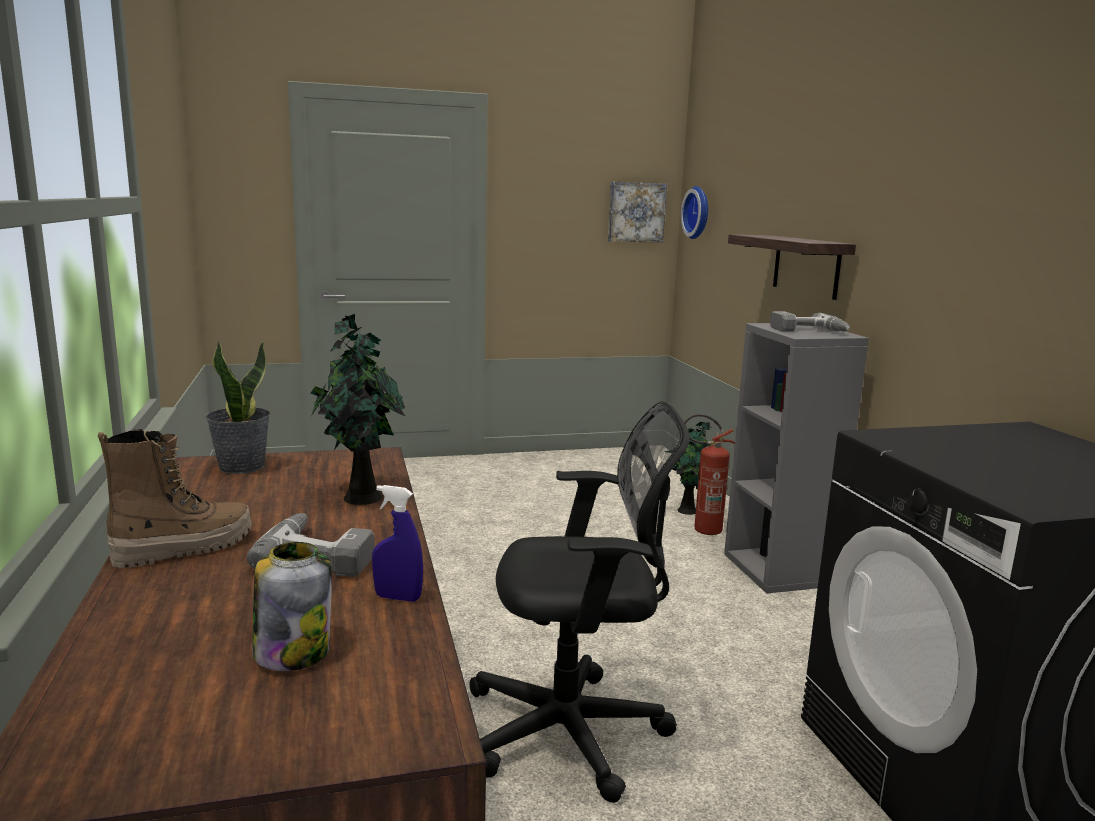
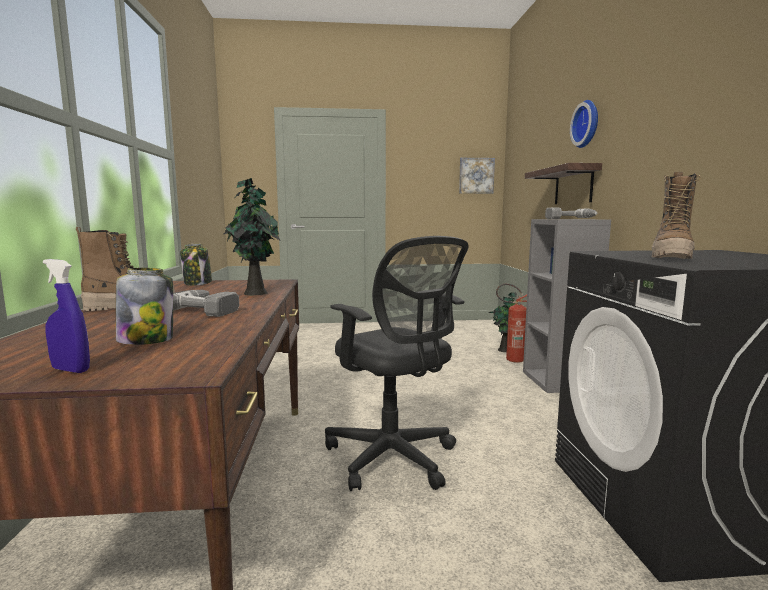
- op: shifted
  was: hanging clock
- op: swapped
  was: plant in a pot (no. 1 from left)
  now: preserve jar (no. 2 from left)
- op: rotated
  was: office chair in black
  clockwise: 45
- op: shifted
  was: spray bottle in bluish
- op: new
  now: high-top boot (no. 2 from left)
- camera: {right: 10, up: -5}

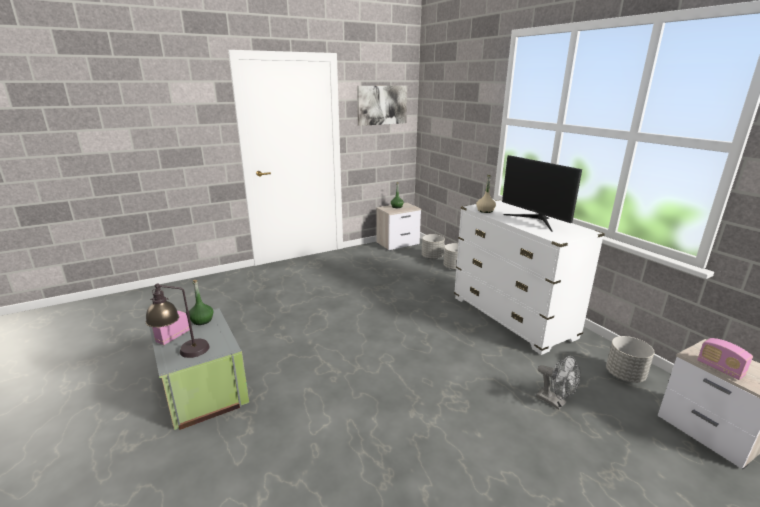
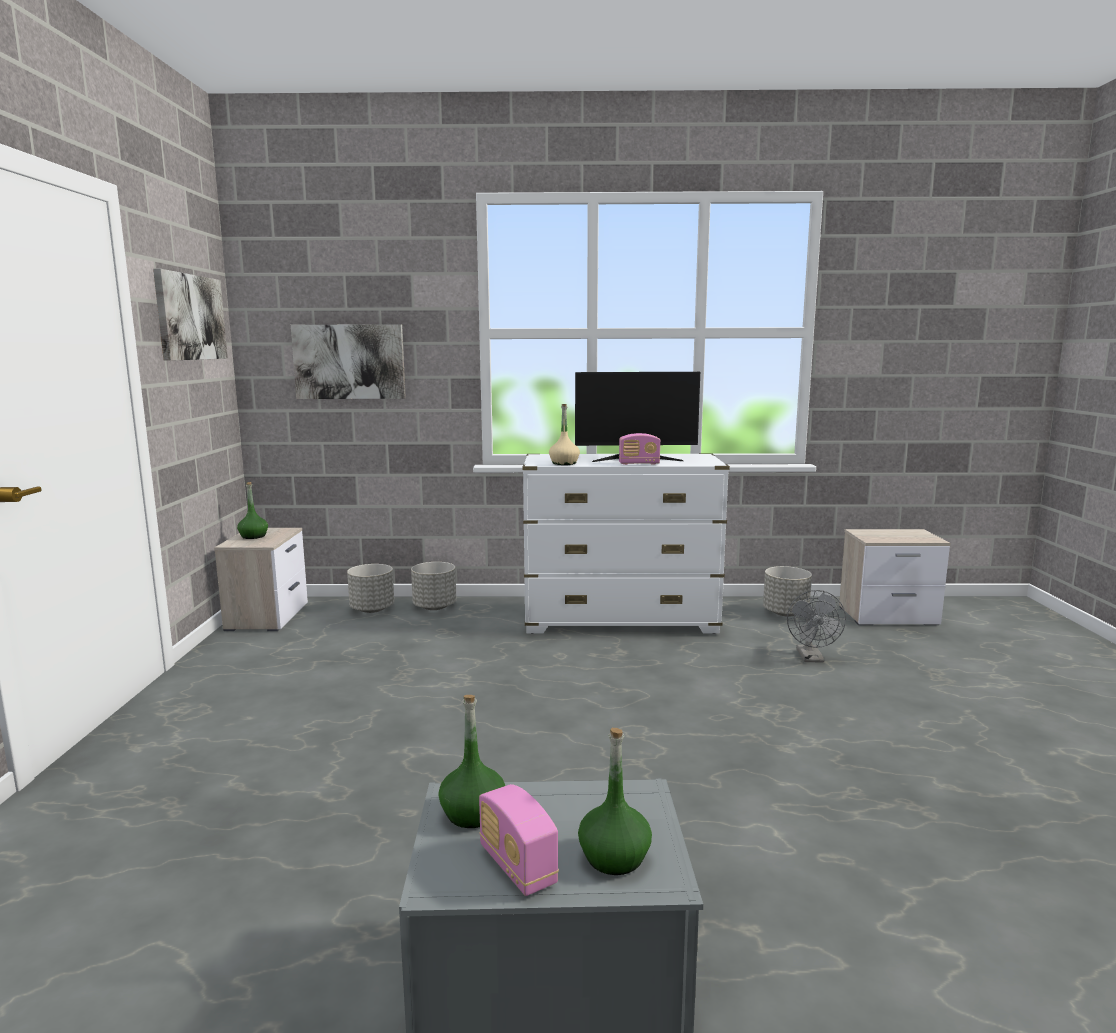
- op: swapped
  was: table lamp
  now: bottle in green (no. 3 from left)
- op: shifted
  was: radio receiver (no. 2 from left)
- op: rotated
  was: cooling fan in grey
  clockwise: 105
- op: new
  now: wall art (no. 2 from left)
- camera: {right: -60, up: -10}

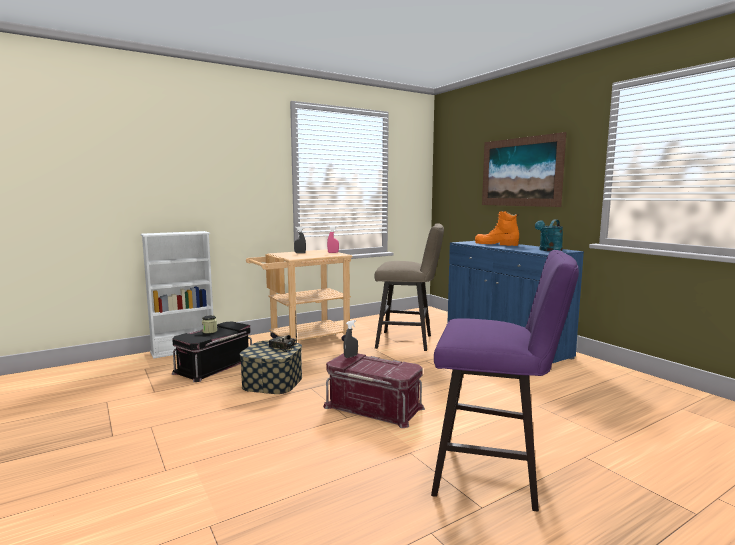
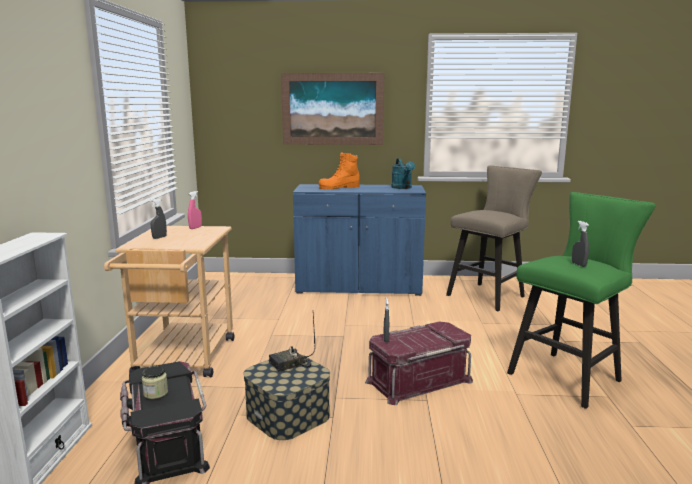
- op: shifted
  was: sitting stool in beige-coloured
- op: repainted
  was: sitting stool in purple-coloured
  now: sitting stool in green
- op: new
  now: spray bottle in grey (no. 3 from left)
- camera: {right: -55, up: 5}

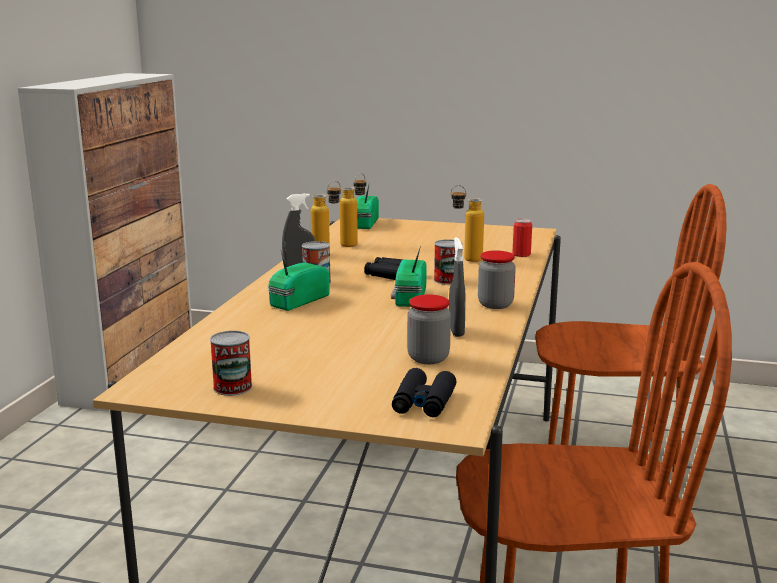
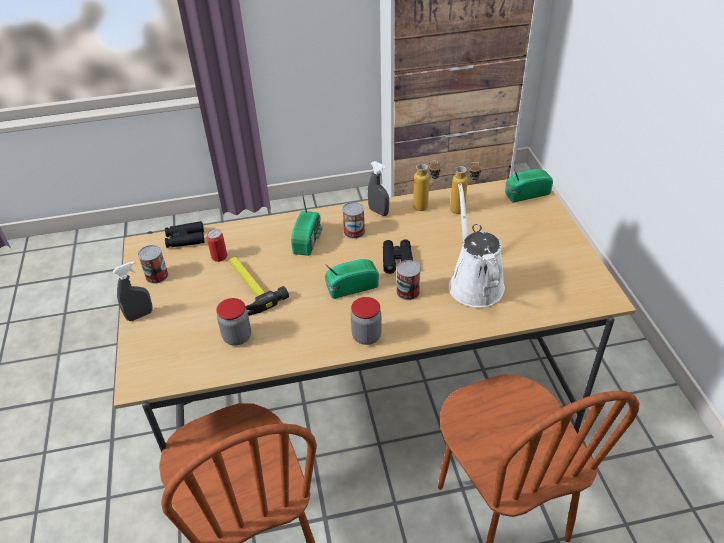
- op: swapped
  was: bottle (no. 3 from left)
  now: watering pot in whitish
- op: shifted
  was: metal can (no. 4 from left in the first image)
  now: metal can (no. 2 from left)
- op: shifted
  was: spray bottle in grey (no. 2 from left in the first image)
  now: spray bottle in grey (no. 1 from left)
- op: rotated
  was: radio receiver (no. 1 from left)
  clockwise: 90
- op: shifted
  was: pair of binoculars in black (no. 2 from left in the first image)
  now: pair of binoculars in black (no. 1 from left)
- op: new
  now: hand hammer
- camera: {right: 65, up: 25}

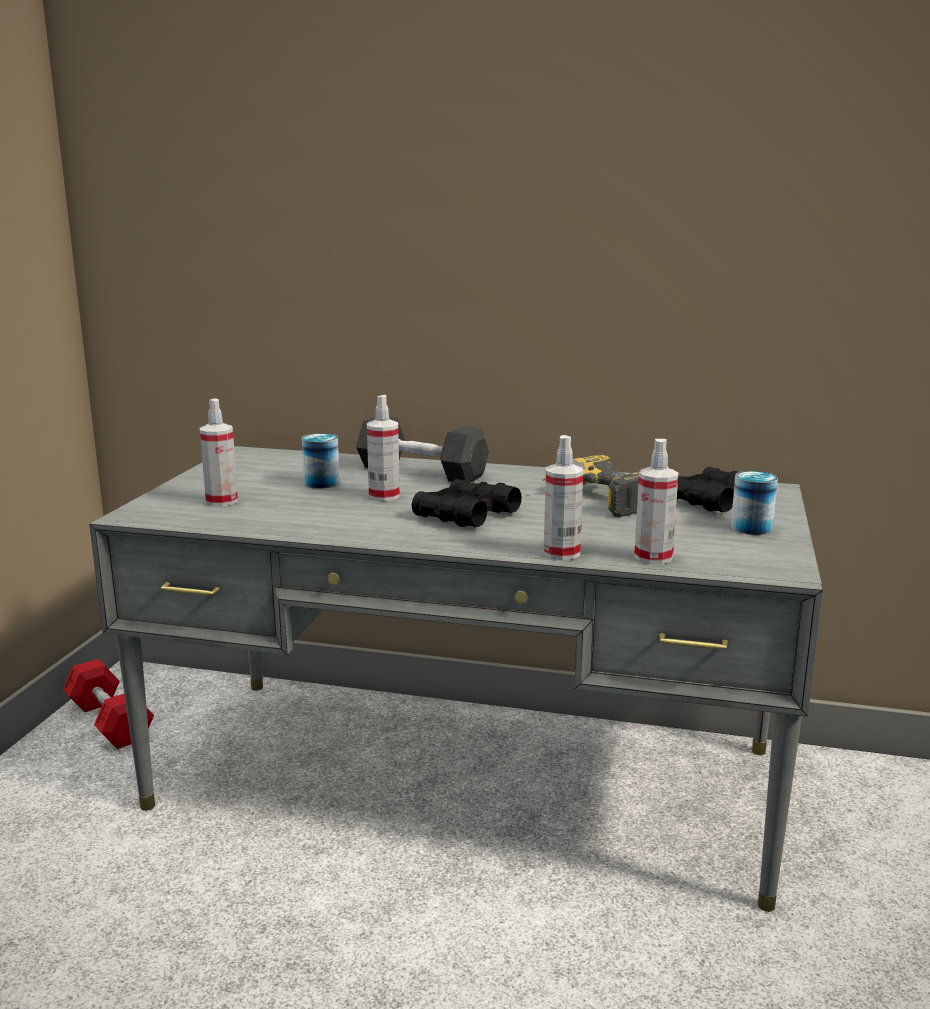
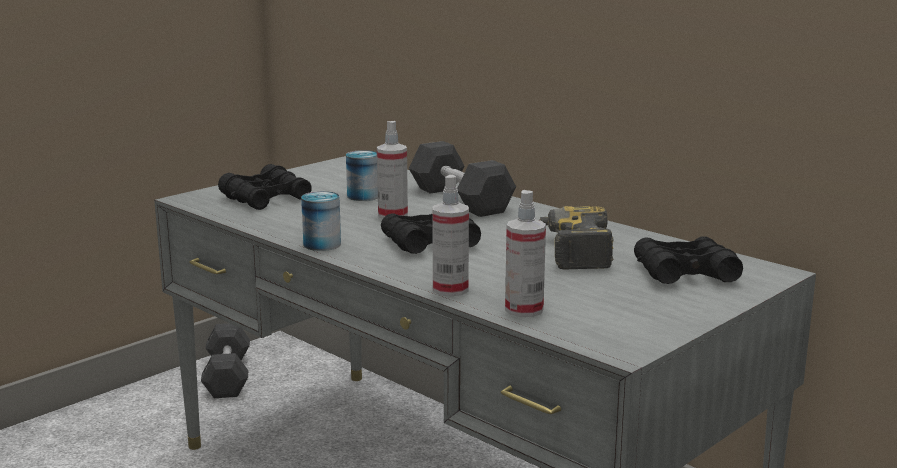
- op: swapped
  was: spray bottle (no. 1 from left)
  now: pair of binoculars in black (no. 1 from left)
- op: shifted
  was: metal can (no. 2 from left in the first image)
  now: metal can (no. 1 from left)
- op: repainted
  was: dumbbell in reddish
  now: dumbbell in grey (no. 1 from left)
- camera: {right: 30, up: 0}

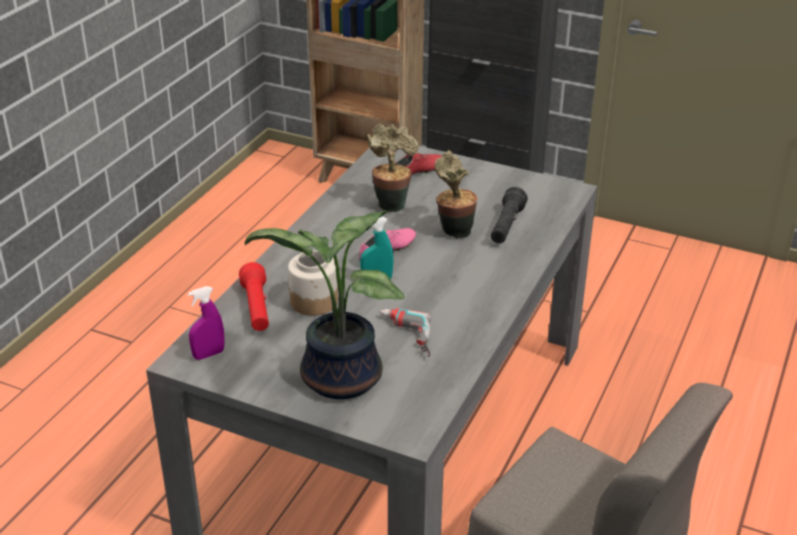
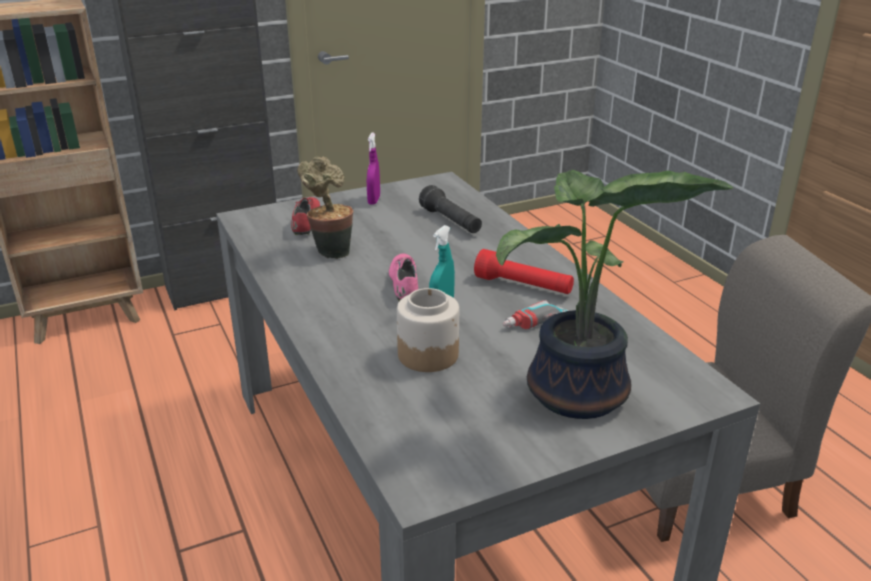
- op: gone
  was: plant in a pot (no. 3 from left)
- op: shifted
  was: hand torch in reddish
- op: shifted
  was: spray bottle in purple-coloured
- camera: {right: -50, up: -5}

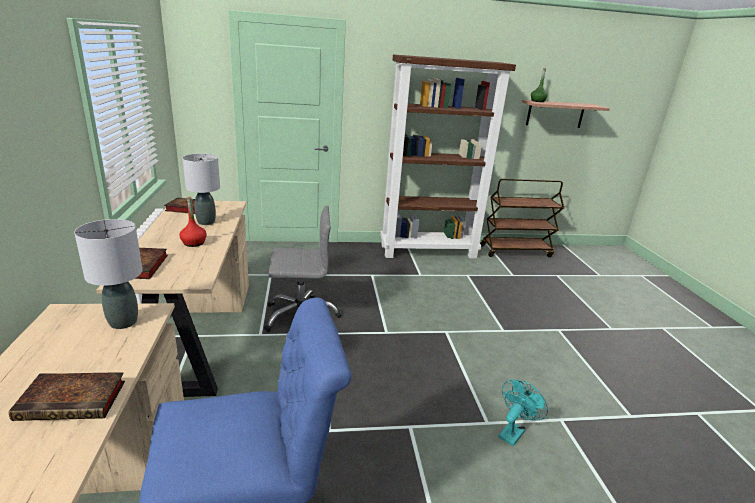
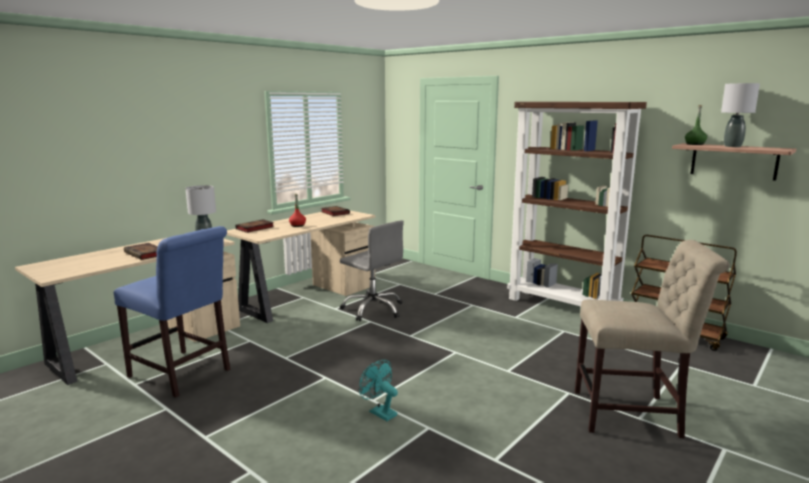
- op: shifted
  was: table lamp in grey (no. 2 from left)
- op: rotated
  was: cooling fan in turquoise-coloured
  clockwise: -135
- op: new
  now: upright chair in beige-coloured
- camera: {right: 50, up: -10}

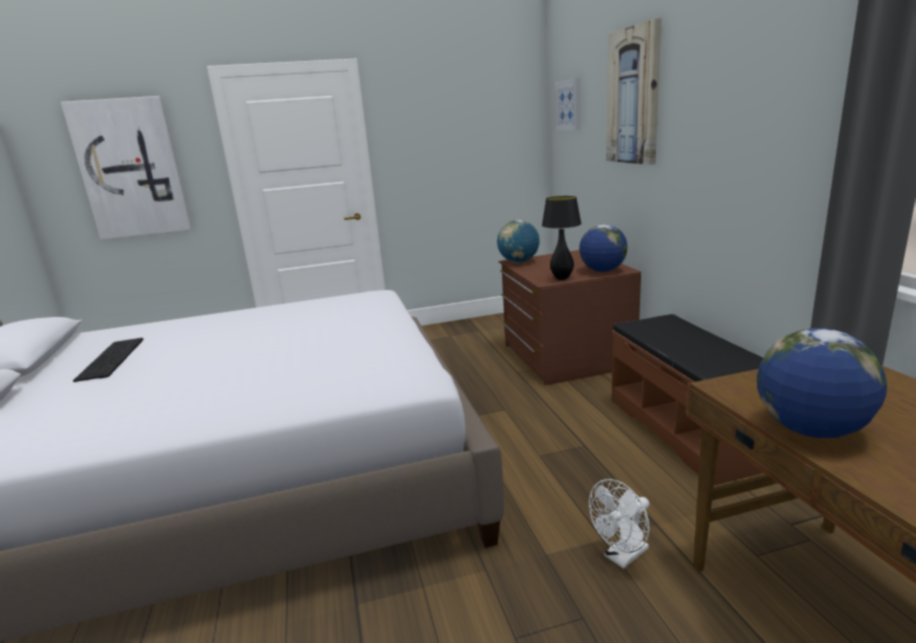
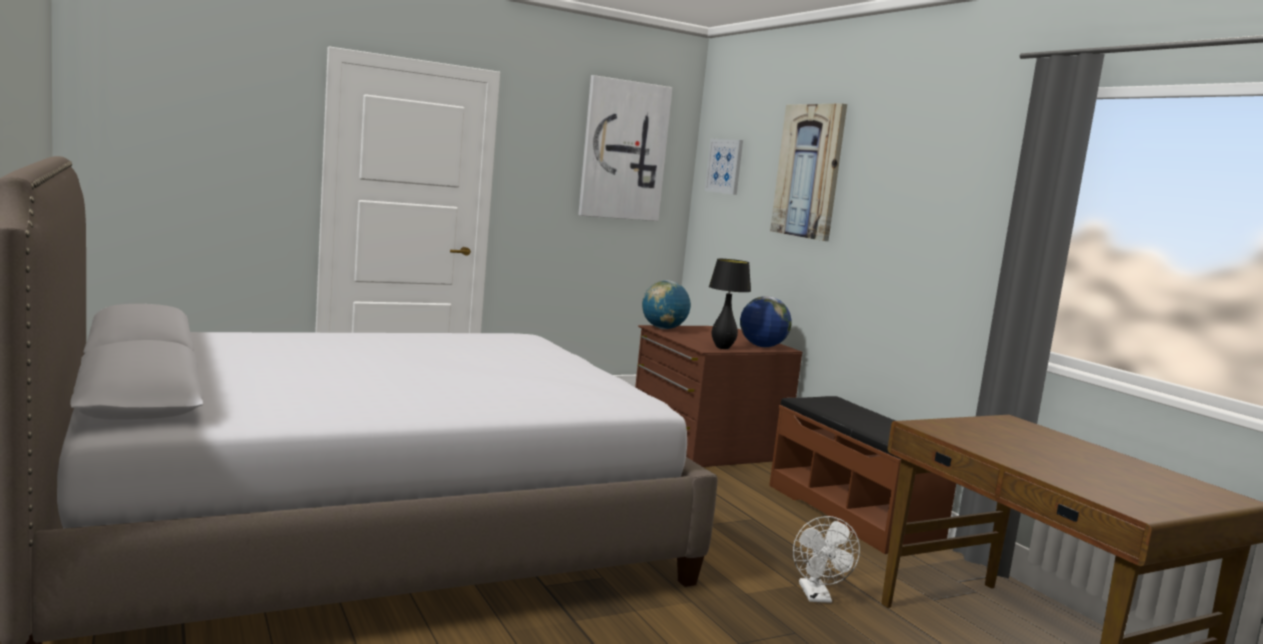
- op: shifted
  was: wall art (no. 1 from left)
- op: gone
  was: globe (no. 3 from left)
- op: gone
  was: computer keyboard
- op: rotated
  was: cooling fan in whitish
  clockwise: -45
- camera: {right: -15, up: -10}

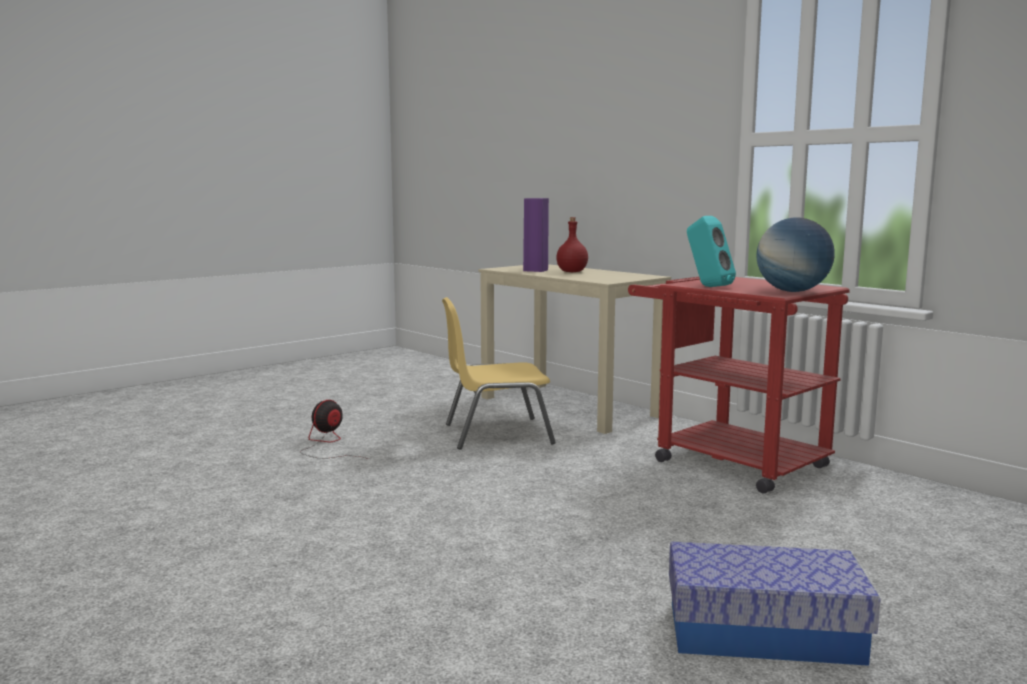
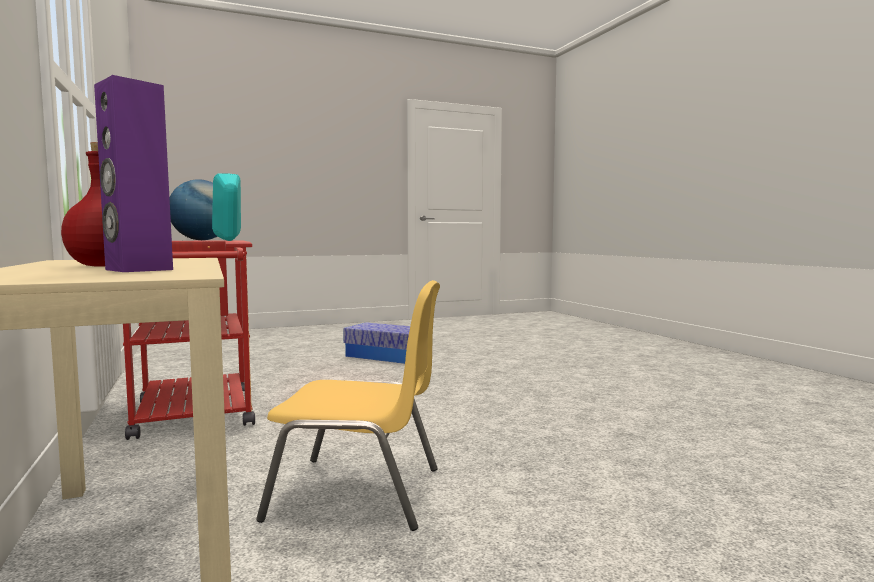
- op: gone
  was: cooling fan
- camera: {right: -160, up: -5}

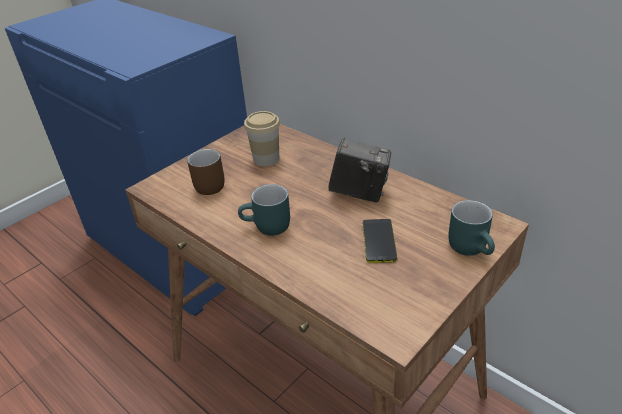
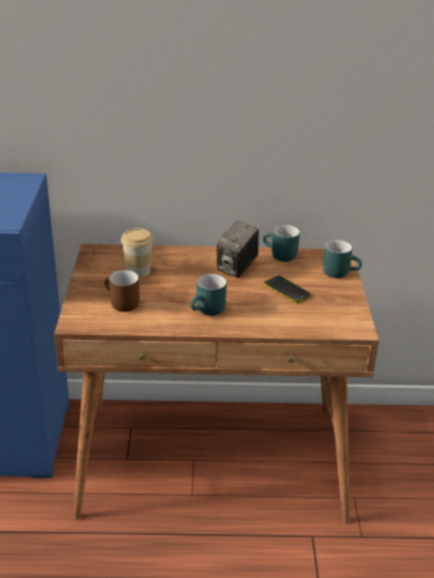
- op: rotated
  was: photo camera
  clockwise: 150
- op: new
  now: mug in turquoise-coloured (no. 2 from left)
- camera: {right: -45, up: -5}

